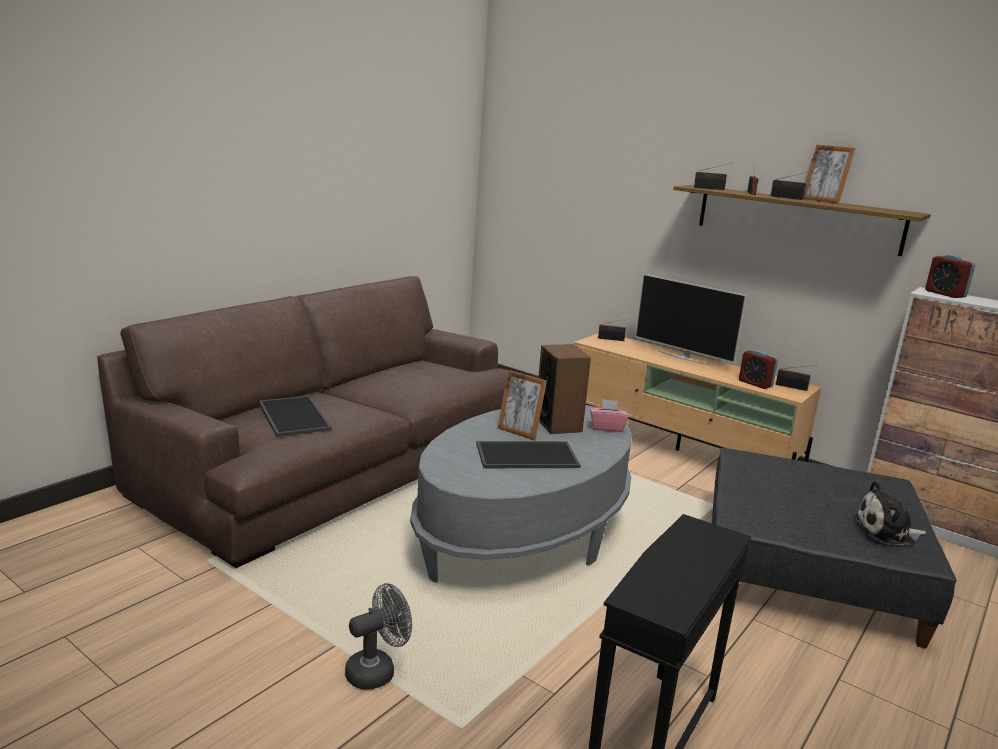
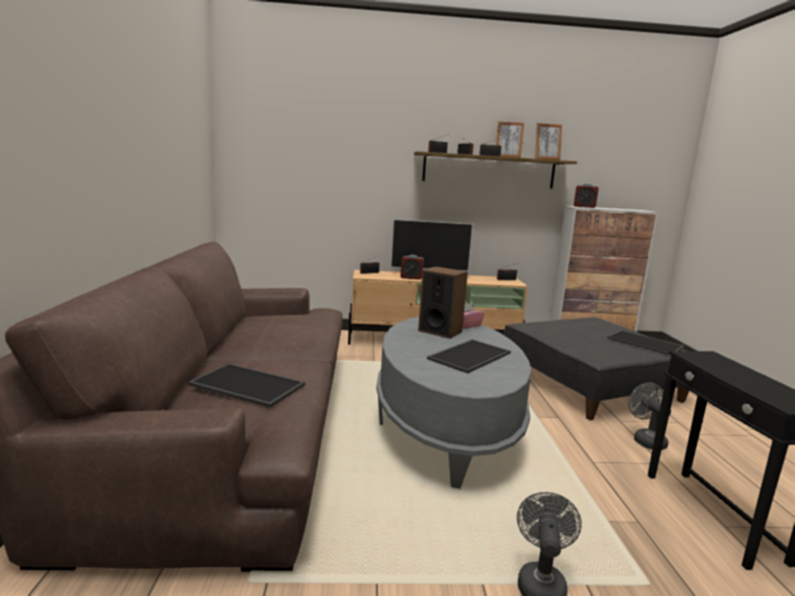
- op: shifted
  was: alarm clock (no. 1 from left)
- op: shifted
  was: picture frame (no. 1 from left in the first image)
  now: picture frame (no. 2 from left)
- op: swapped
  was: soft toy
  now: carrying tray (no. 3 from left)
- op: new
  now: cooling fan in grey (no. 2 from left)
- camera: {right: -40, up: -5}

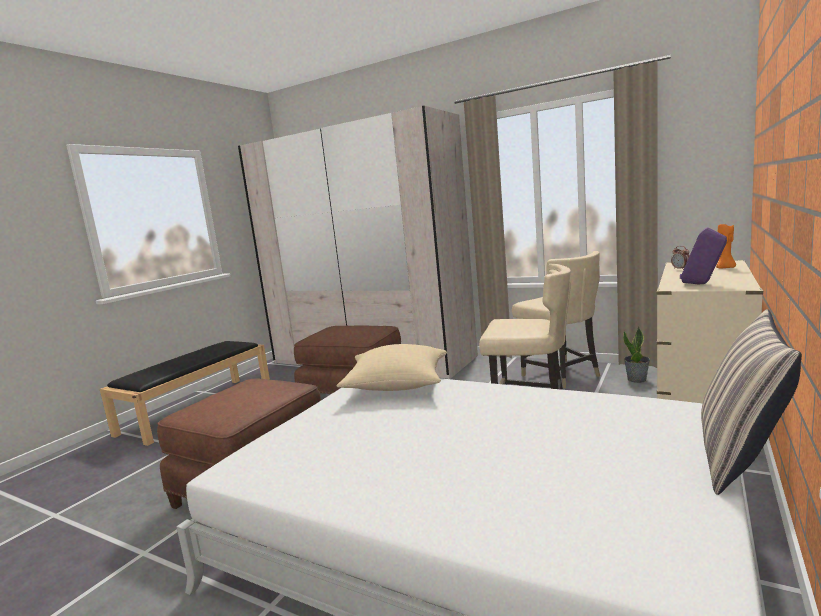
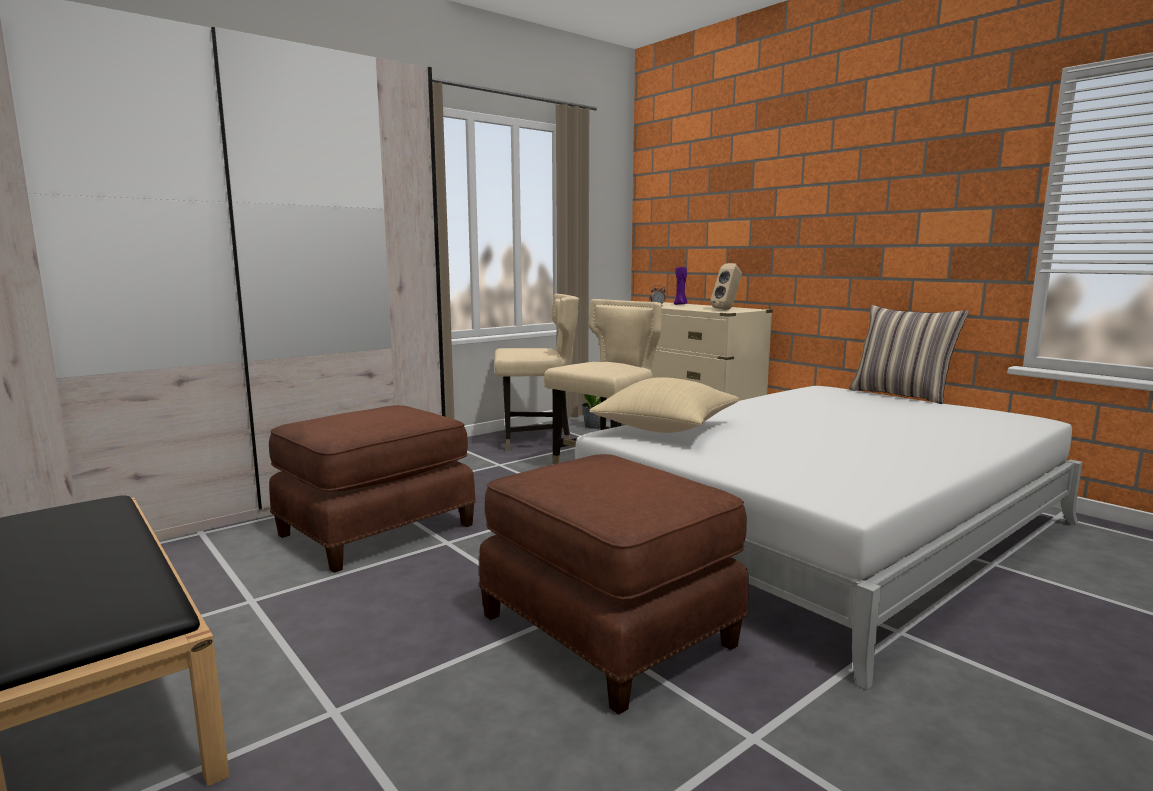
- op: repainted
  was: wax candle in orangey
  now: wax candle in purple-coloured
- op: repainted
  was: loudspeaker in purple-coloured
  now: loudspeaker in beige-coloured
- camera: {right: -70, up: 0}

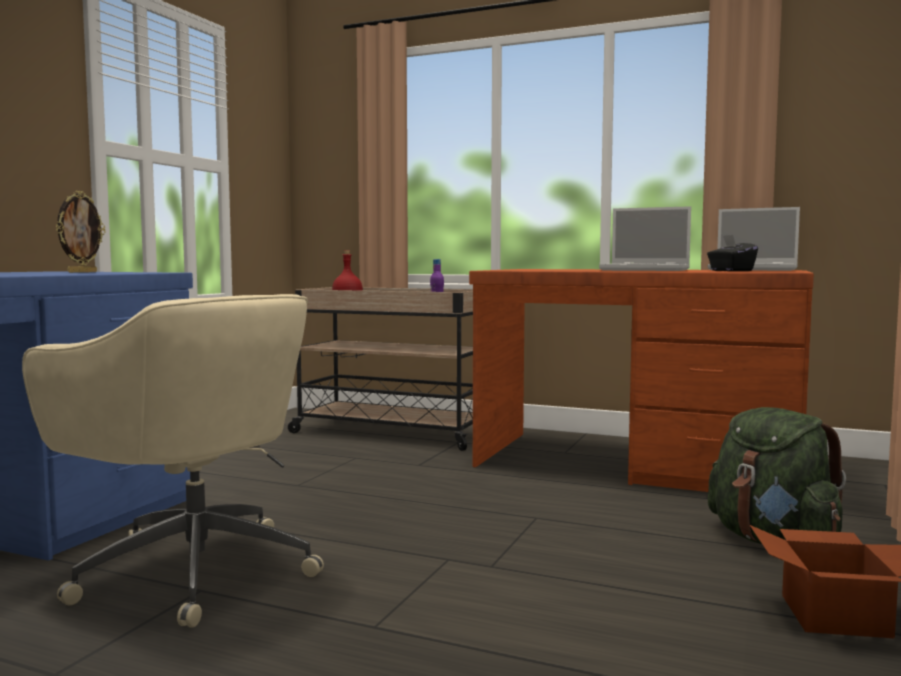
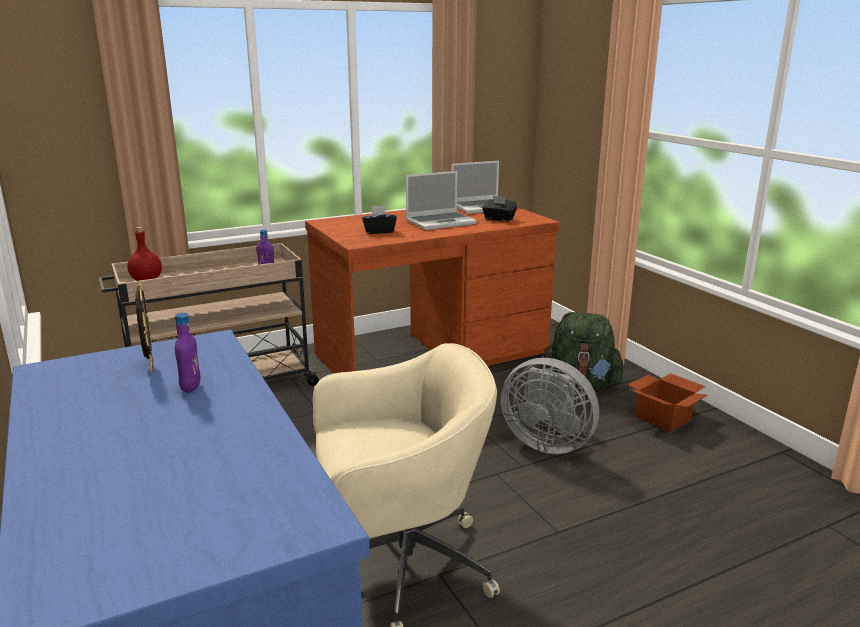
- op: new
  now: tissue holder in black (no. 1 from left)
- op: new
  now: bottle in purple-coloured (no. 1 from left)
- op: new
  now: cooling fan in grey
- camera: {right: -50, up: 15}

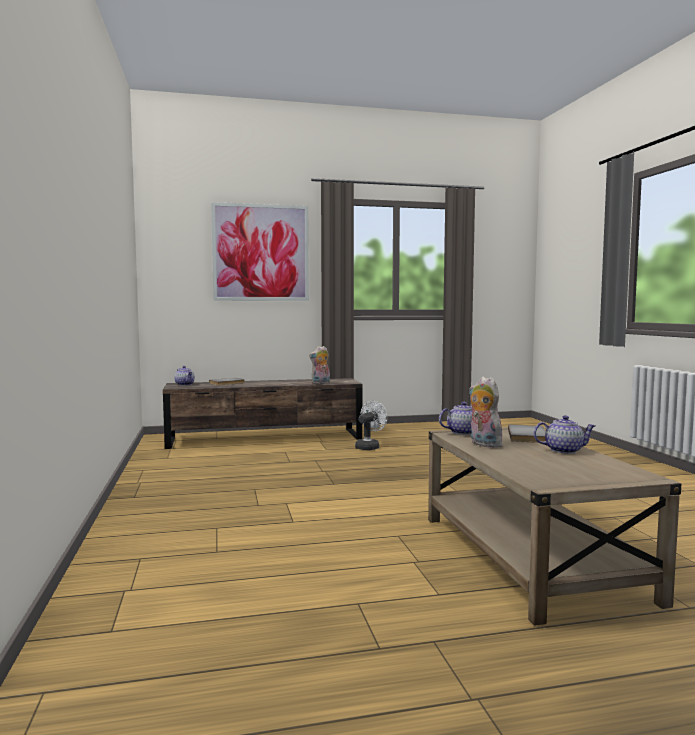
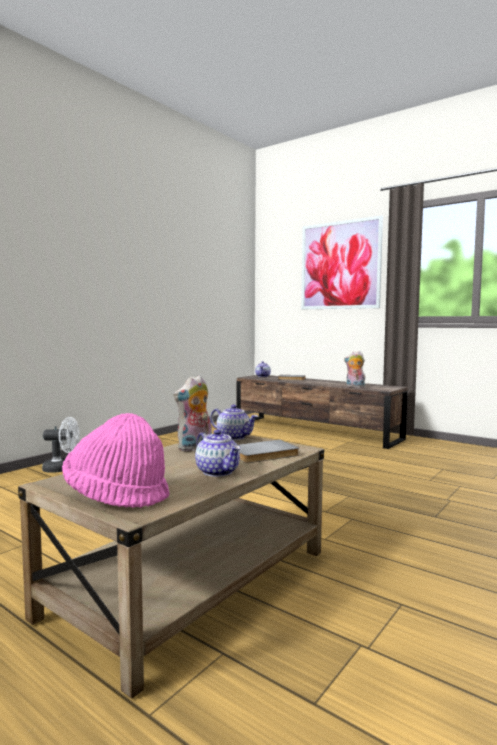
- op: rotated
  was: soft toy (no. 2 from left in the first image)
  clockwise: -150
- op: shifted
  was: cooling fan in whitish
- op: new
  now: clothing hat in pink-coloured
- camera: {right: 50, up: 0}

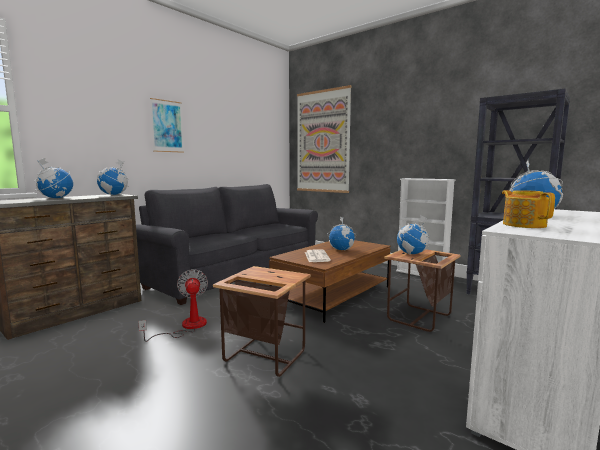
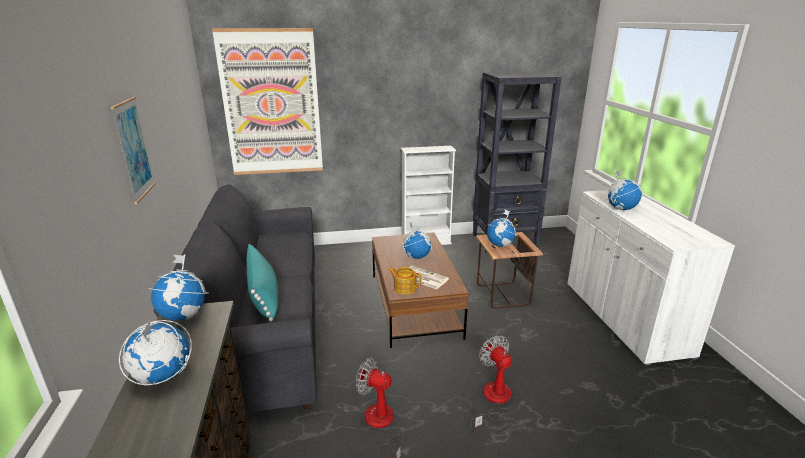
- op: shifted
  was: teapot
- op: swapped
  was: side table (no. 1 from left)
  now: cooling fan (no. 2 from left)
- op: new
  now: throw pillow in turquoise-coloured
- camera: {right: -50, up: 15}

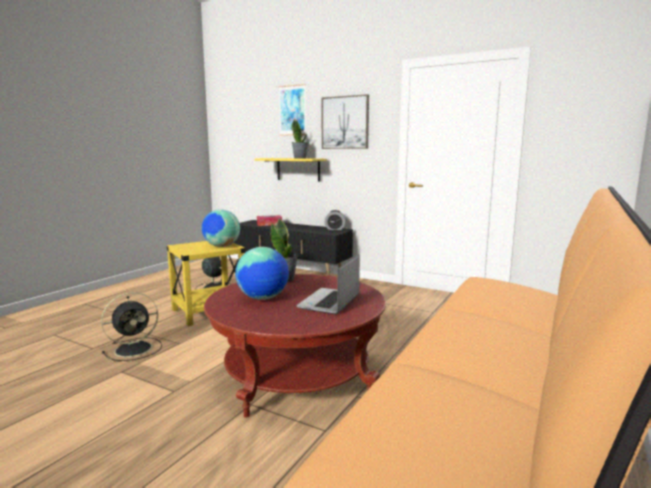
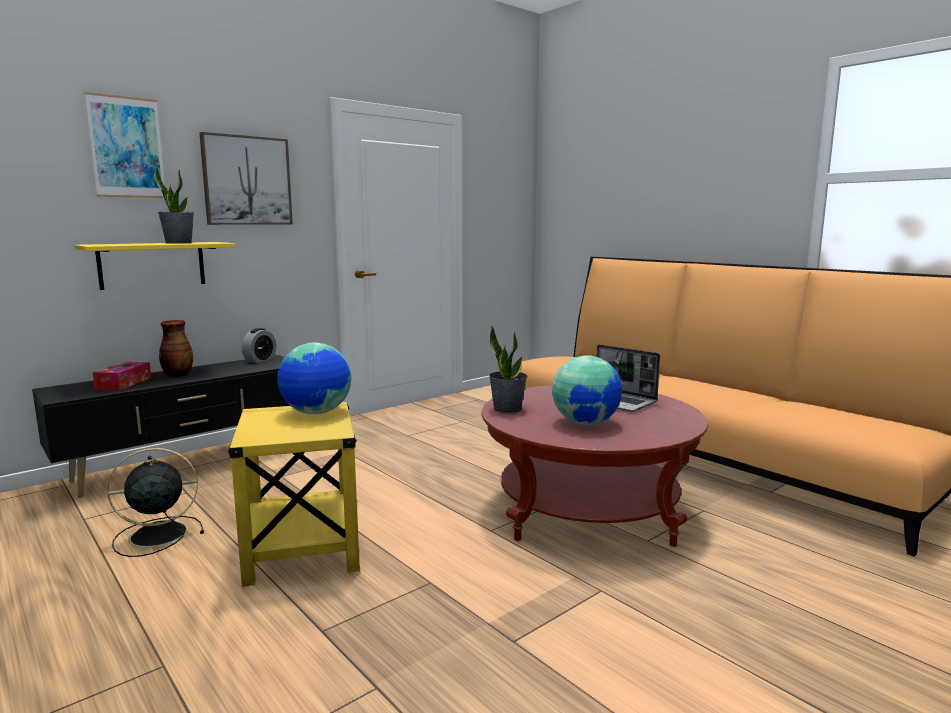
- op: gone
  was: cooling fan in black (no. 1 from left)
- op: new
  now: decorative vase
- camera: {right: -70, up: 0}

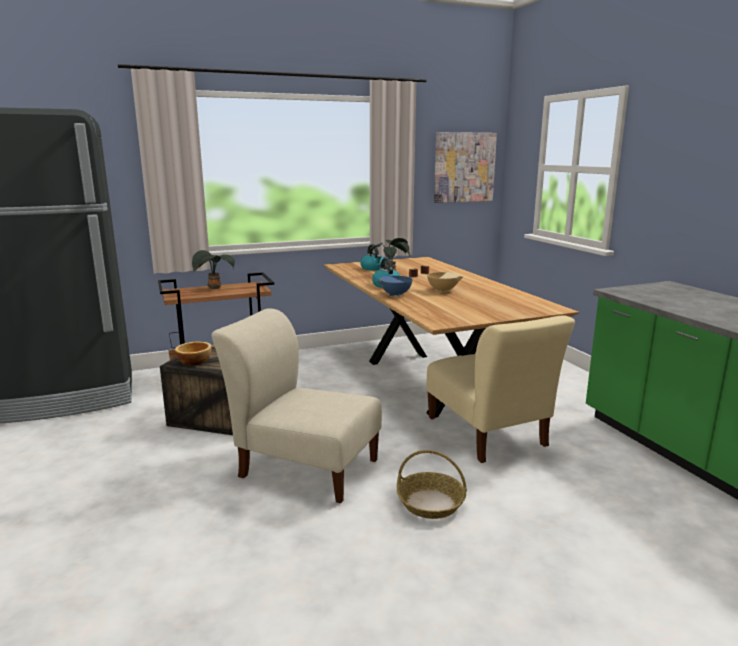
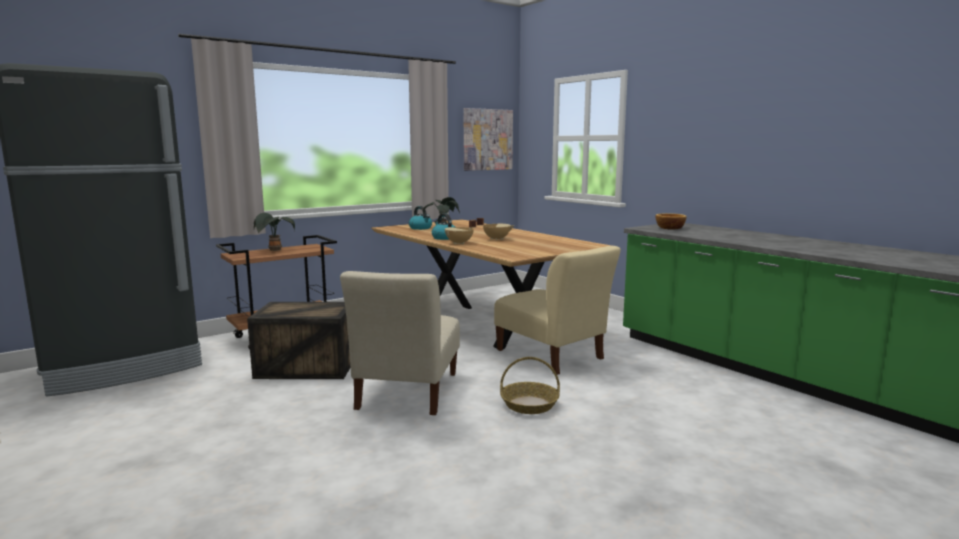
- op: repainted
  was: saucepot in bluish
  now: saucepot in beige-coloured (no. 1 from left)
- op: rotated
  was: upright chair in beige-coloured (no. 1 from left)
  clockwise: -90
- op: shifted
  was: serving bowl
- camera: {right: -15, up: -5}

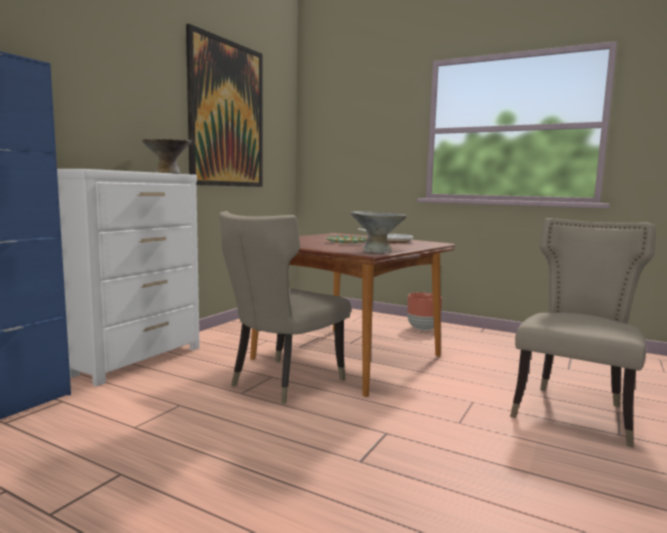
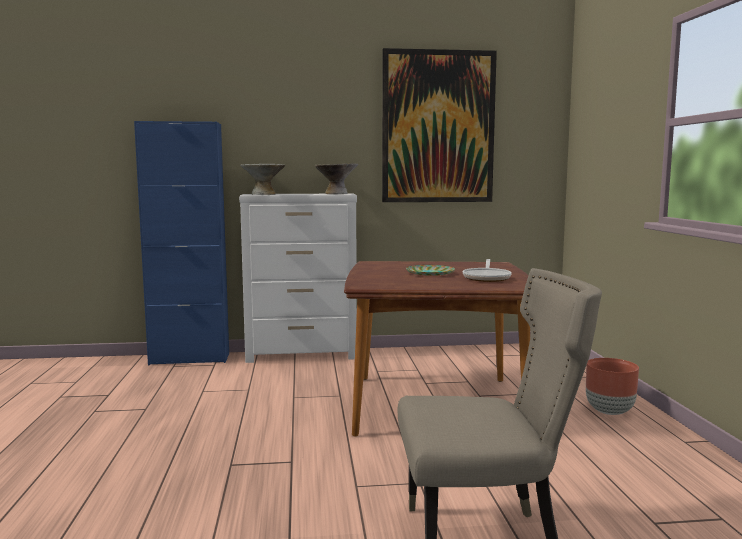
- op: gone
  was: upright chair in beige-coloured (no. 1 from left)
- op: shifted
  was: serving bowl in grey (no. 2 from left in the first image)
  now: serving bowl in grey (no. 1 from left)
- camera: {right: 55, up: 0}

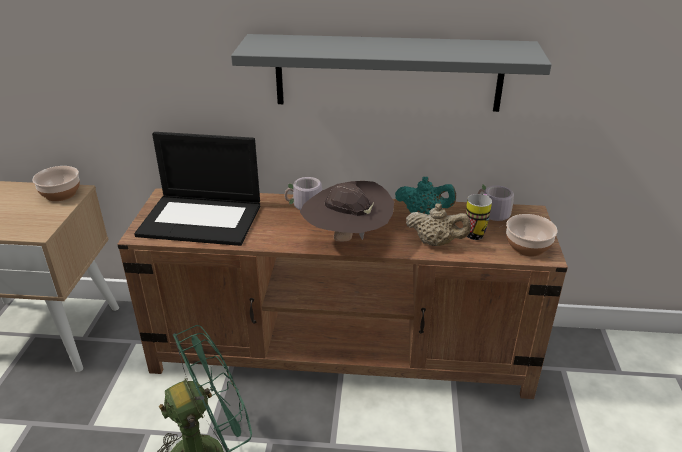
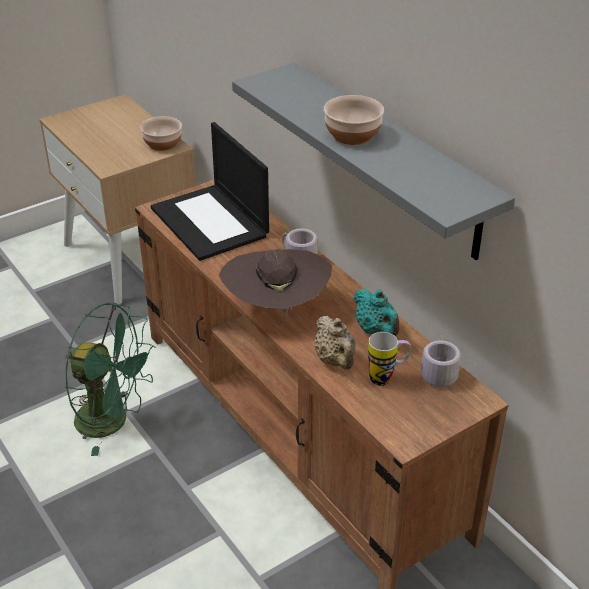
- op: shifted
  was: serving bowl (no. 2 from left)
- camera: {right: 50, up: 5}

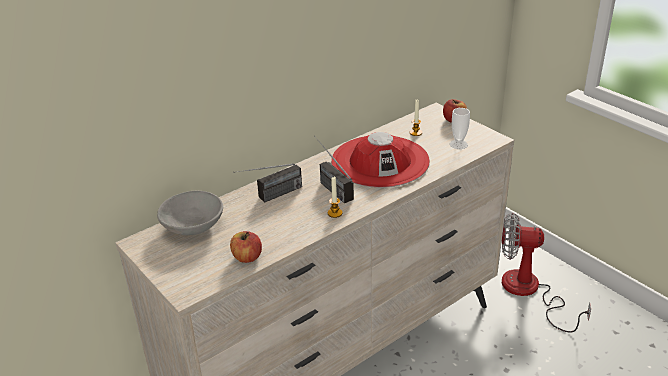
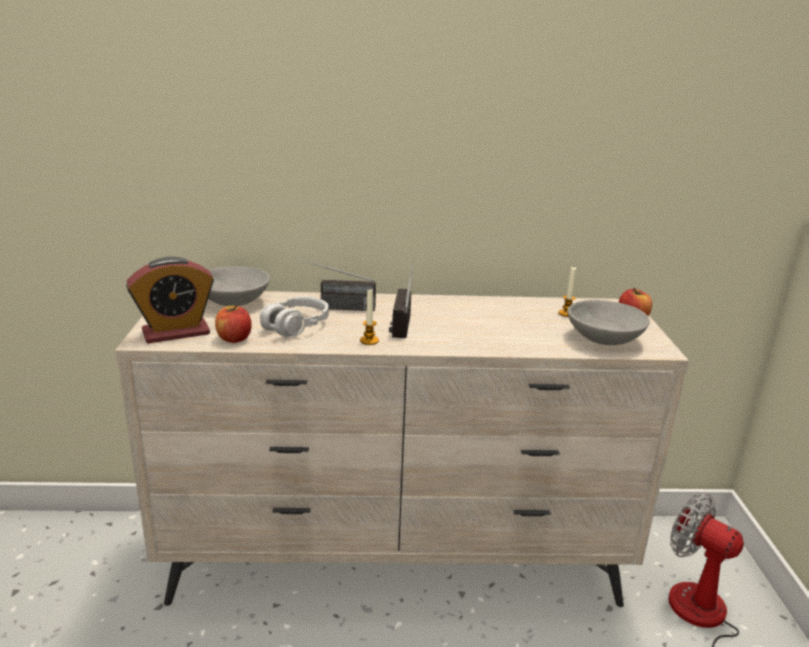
- op: swapped
  was: drinking cup
  now: serving bowl in grey (no. 2 from left)
- op: gone
  was: clothing hat in reddish
- op: new
  now: alarm clock
- op: new
  now: headset in grey
- camera: {right: 35, up: -10}

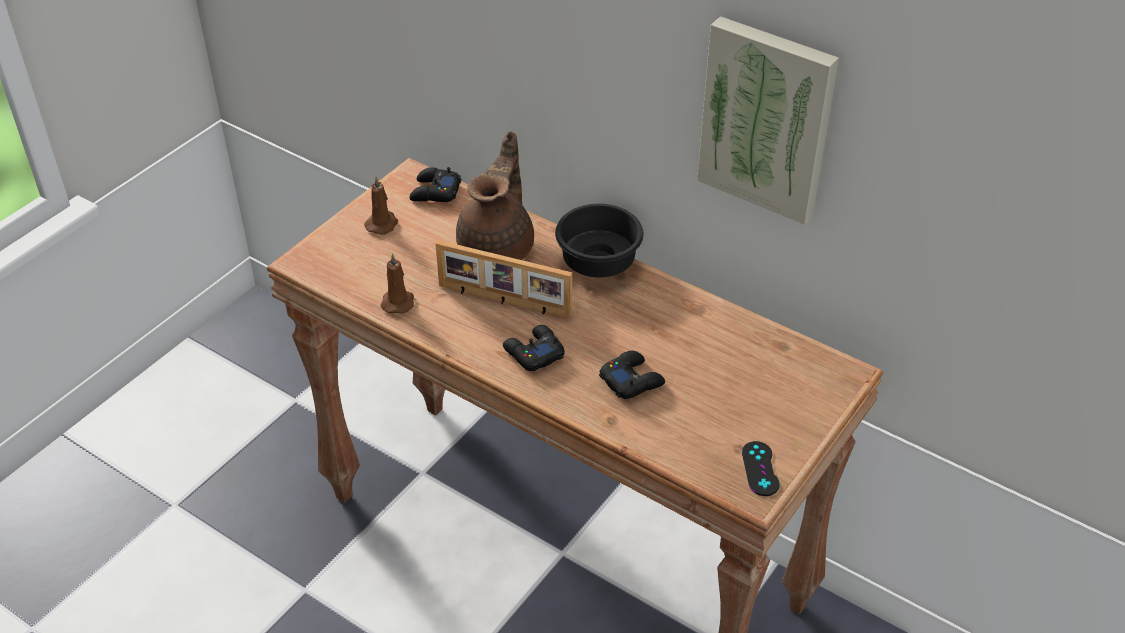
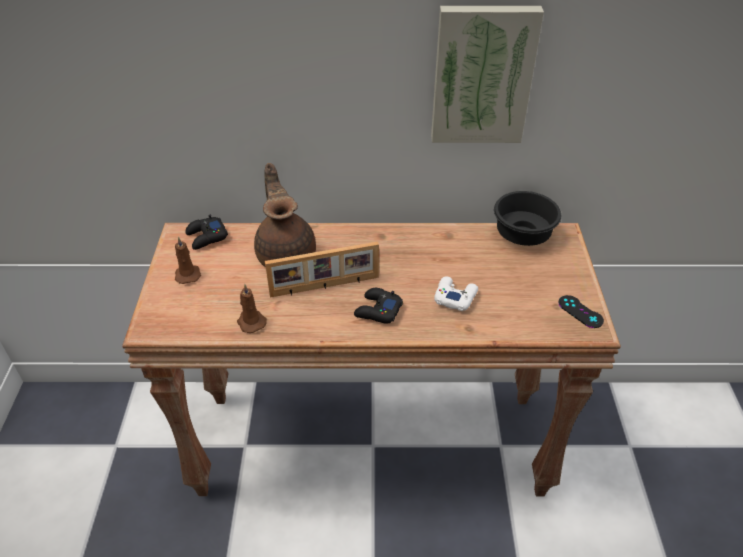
- op: shifted
  was: serving bowl in black
- op: repainted
  was: joypad in black (no. 3 from left)
  now: joypad in whitish
- camera: {right: -35, up: 0}

